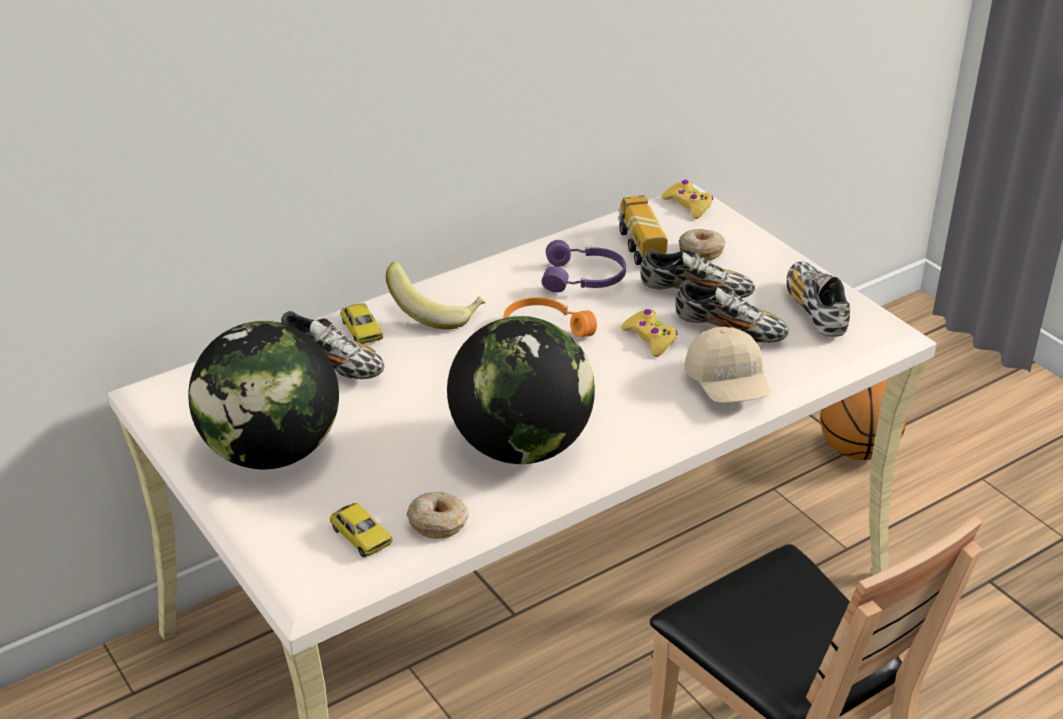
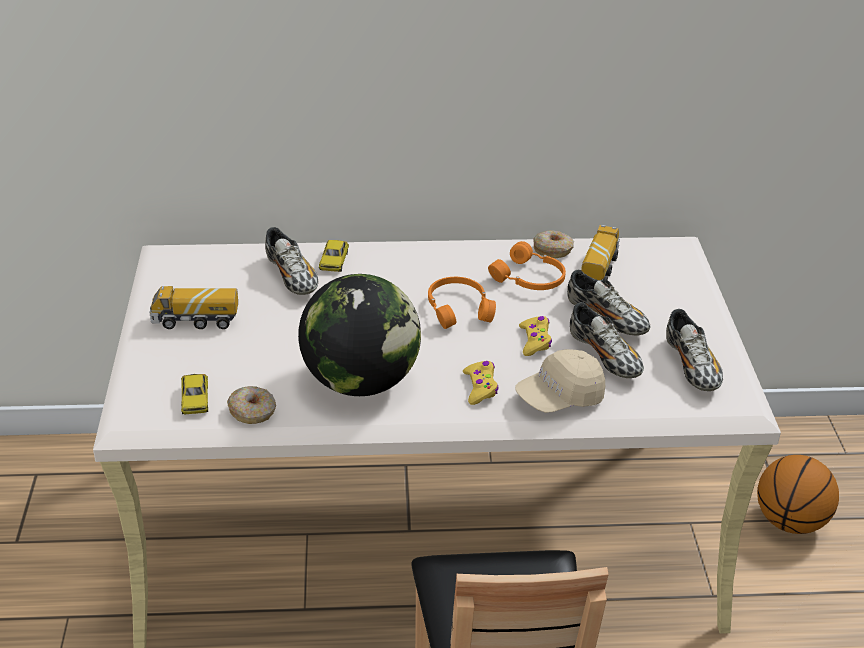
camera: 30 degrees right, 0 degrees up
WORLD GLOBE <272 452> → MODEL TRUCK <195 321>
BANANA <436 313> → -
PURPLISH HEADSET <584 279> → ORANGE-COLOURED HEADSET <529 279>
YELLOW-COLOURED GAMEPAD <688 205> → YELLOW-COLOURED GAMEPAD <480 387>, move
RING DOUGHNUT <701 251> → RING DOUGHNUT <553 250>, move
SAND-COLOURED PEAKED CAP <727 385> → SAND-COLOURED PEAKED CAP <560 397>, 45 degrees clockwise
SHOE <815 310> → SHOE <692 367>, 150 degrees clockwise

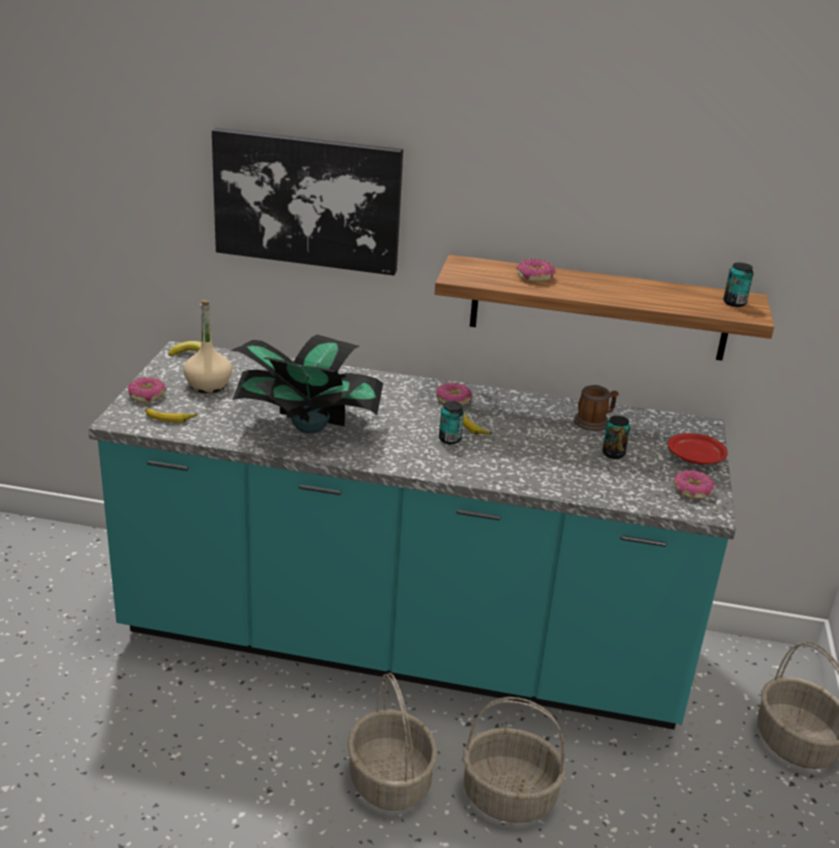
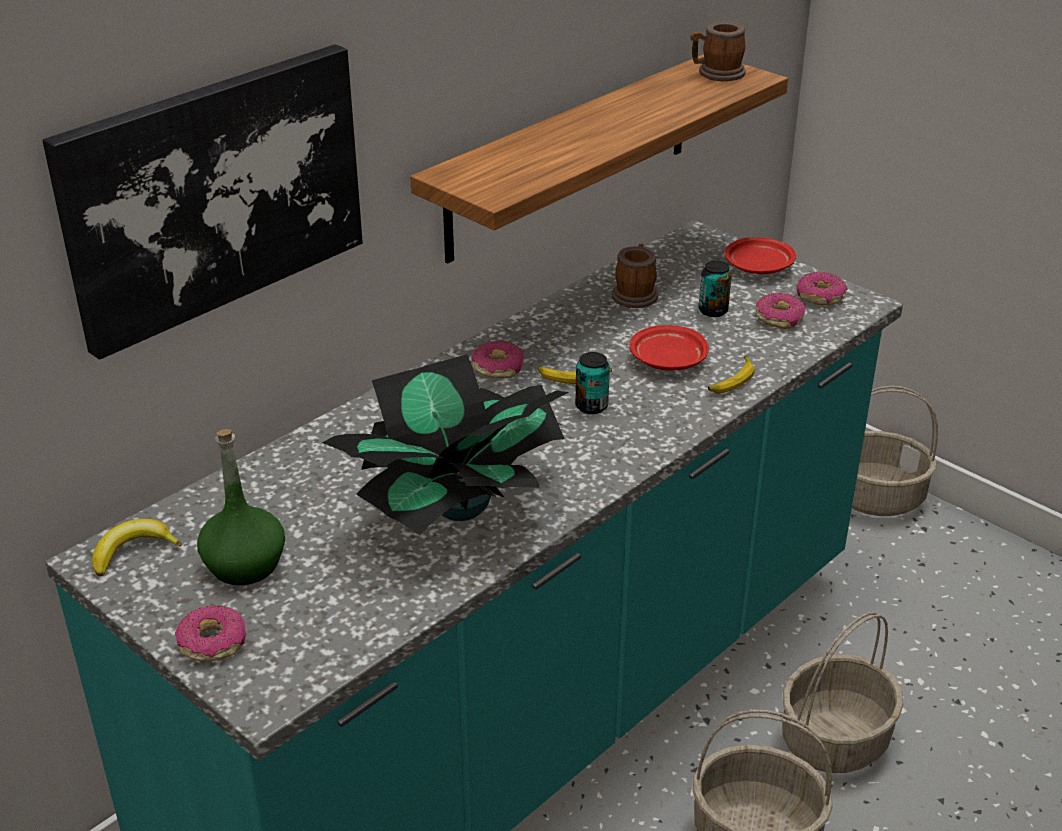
camera: 55 degrees left, 5 degrees up
BANANA <169 418> → BANANA <732 381>, move
SAND-COLOURED BEVERAGE BOTTLE <208 385> → GREEN-COLOURED BEVERAGE BOTTLE <244 564>
RING DOUGHNUT <535 277> → RING DOUGHNUT <779 318>, move
SEALED CAN <734 303> → TEA MUG <716 73>
- → REDDISH FLAT DISH <667 360>

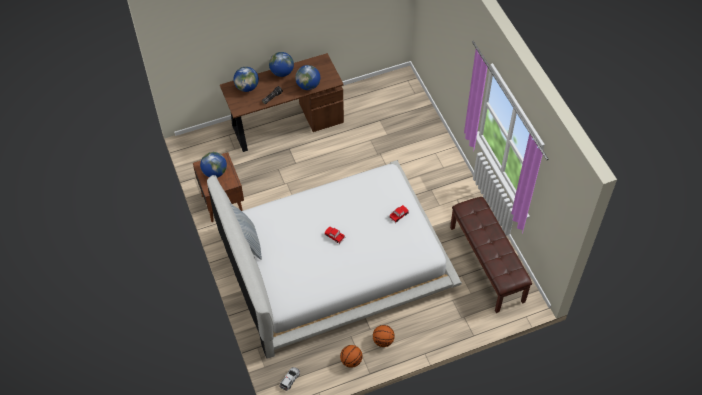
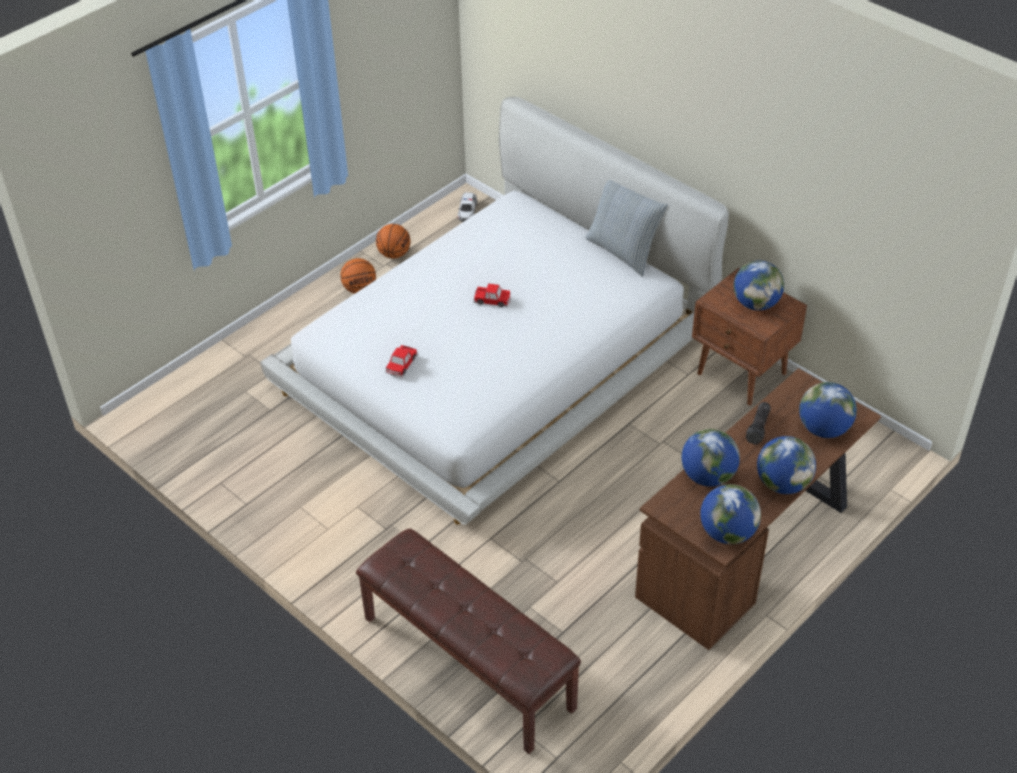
camera: 155 degrees right, 10 degrees down
BROWN-COLOURED BENCH <487 264> → BROWN-COLOURED BENCH <466 663>, move
- → WORLD GLOBE <727 533>

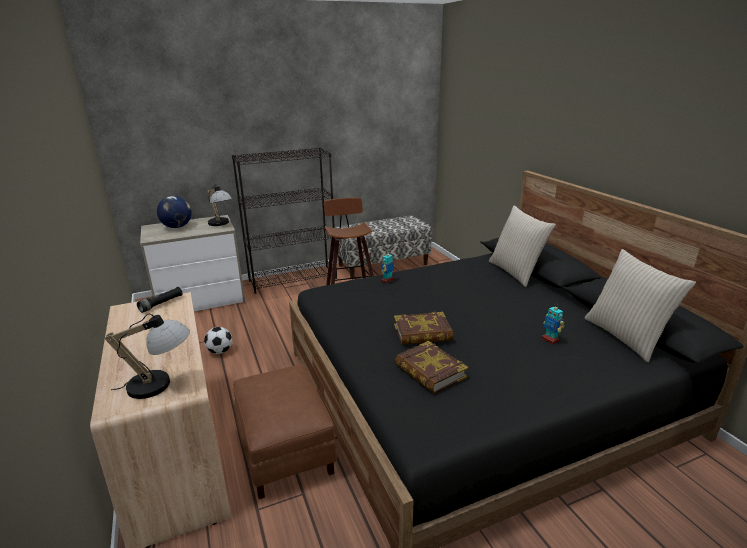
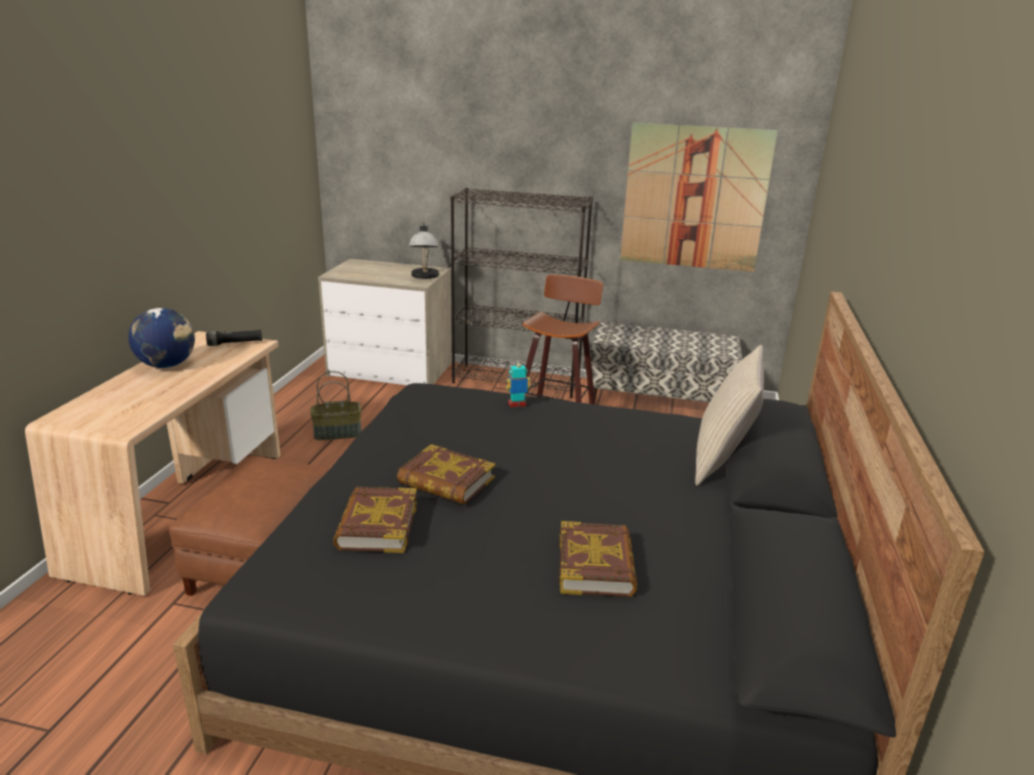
camera: 35 degrees right, 0 degrees up
TABLE LAMP <161 384> → -
WORLD GLOBE <177 227> → WORLD GLOBE <167 365>, move
FOOTBALL <220 351> → STORAGE BASKET <338 433>
TOY ROBOT <550 339> → BOOK <596 565>
SAND-COLOURED THROW PILLOW <625 336> → -
- → WALL ART <694 198>

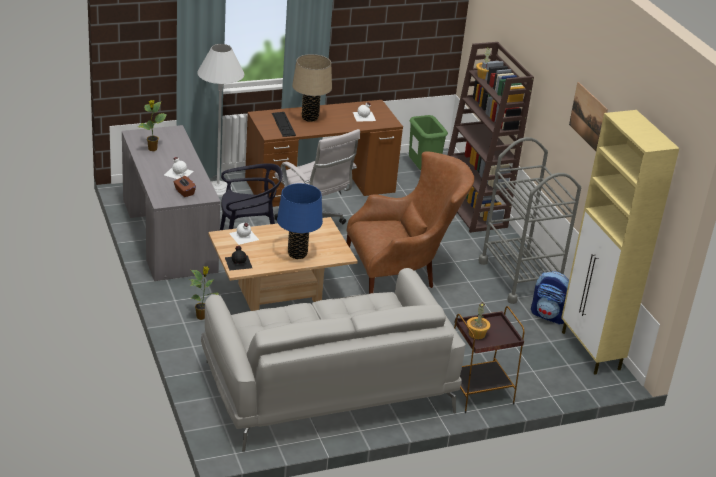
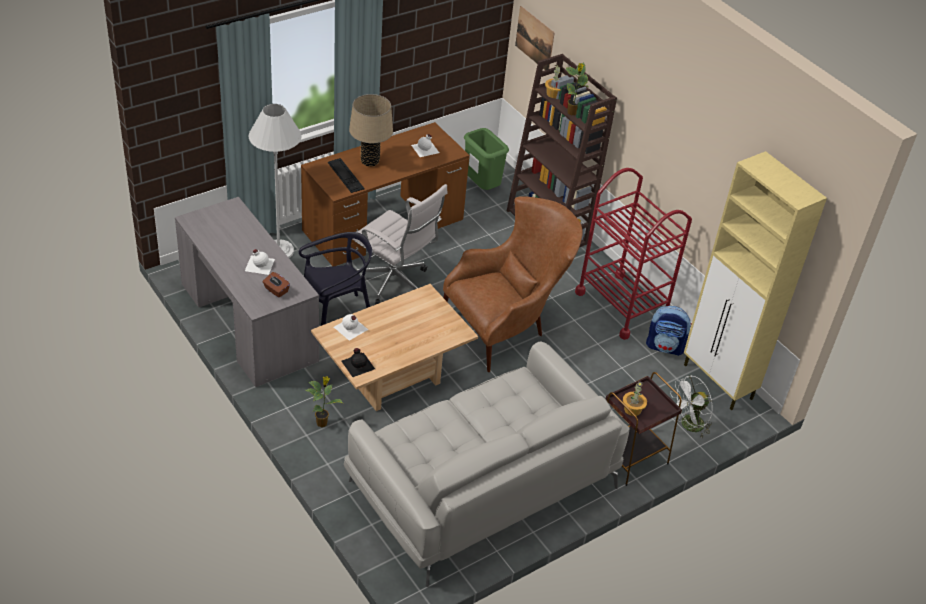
camera: 15 degrees left, 10 degrees up
POTTED PLANT <152 149> → POTTED PLANT <572 113>, move
BLUE TABLE LAMP <297 254> → -
GRAY TROLLEY <519 278> → REDDISH TROLLEY <622 305>
WALL ART <588 117> → WALL ART <534 39>, move
- → WHITE FAN <688 426>

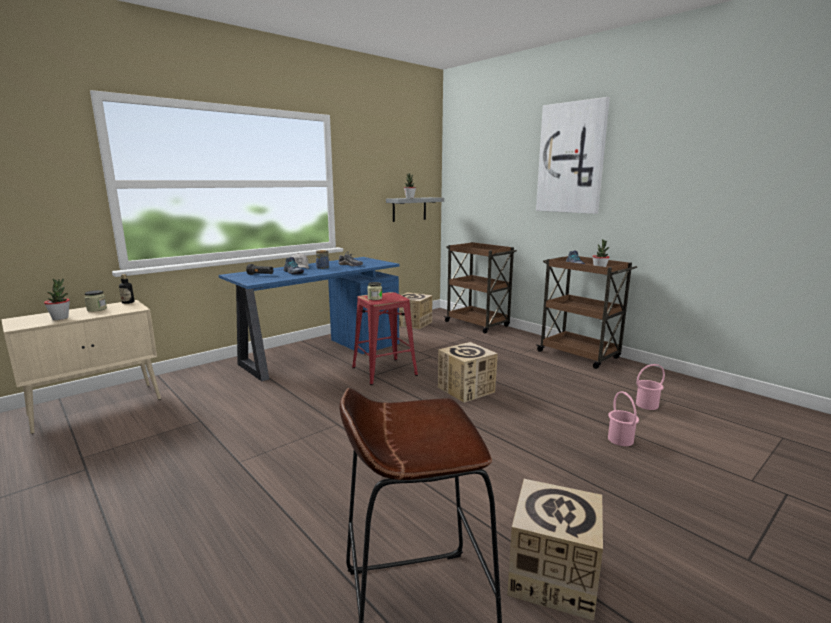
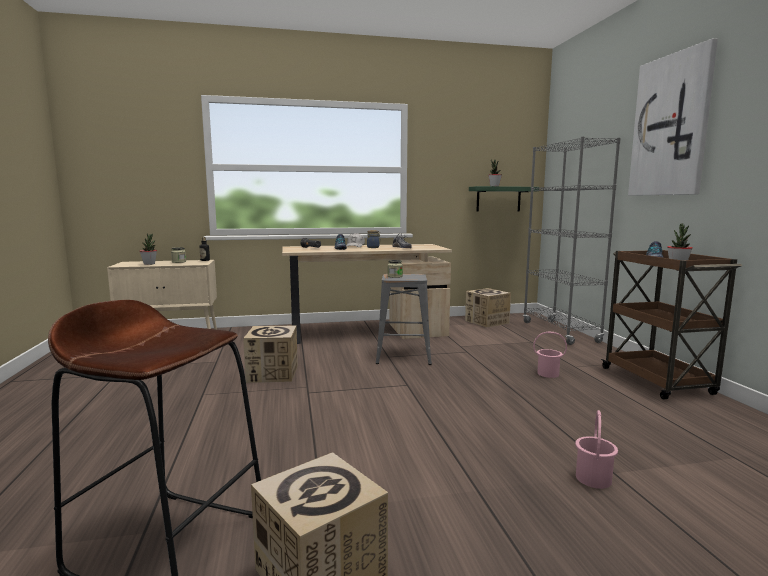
camera: 30 degrees right, 5 degrees down
BLUE DESK TABLE <319 353> → SAND-COLOURED DESK TABLE <365 332>
REDDISH STOOL <384 371> → GRAY STOOL <403 355>
GRAY BRACKET SHELF <409 209> → GREEN-COLOURED BRACKET SHELF <498 199>
CARTON <466 390> → CARTON <273 374>, move
BROWN-COLOURED TROLLEY <477 324> → GRAY BOOKCASE <560 332>
PINK-COLOURED WATER BUCKET <646 405> → PINK-COLOURED WATER BUCKET <547 374>, move

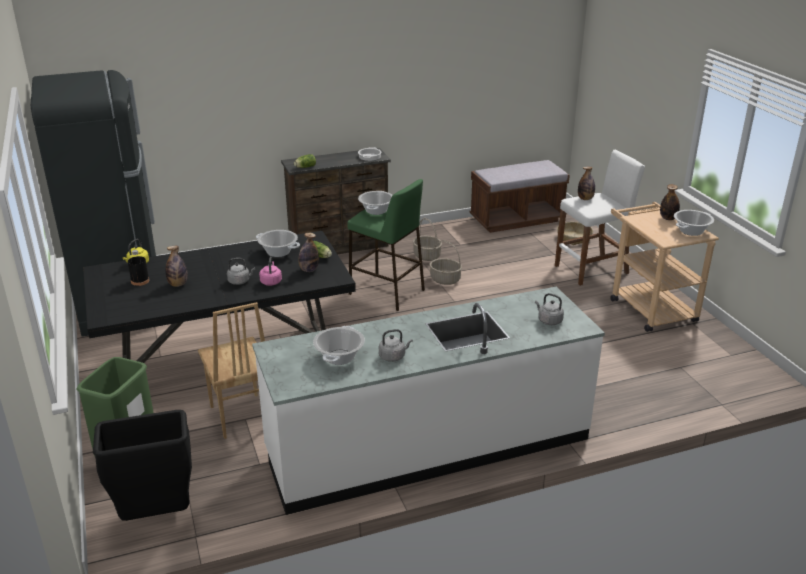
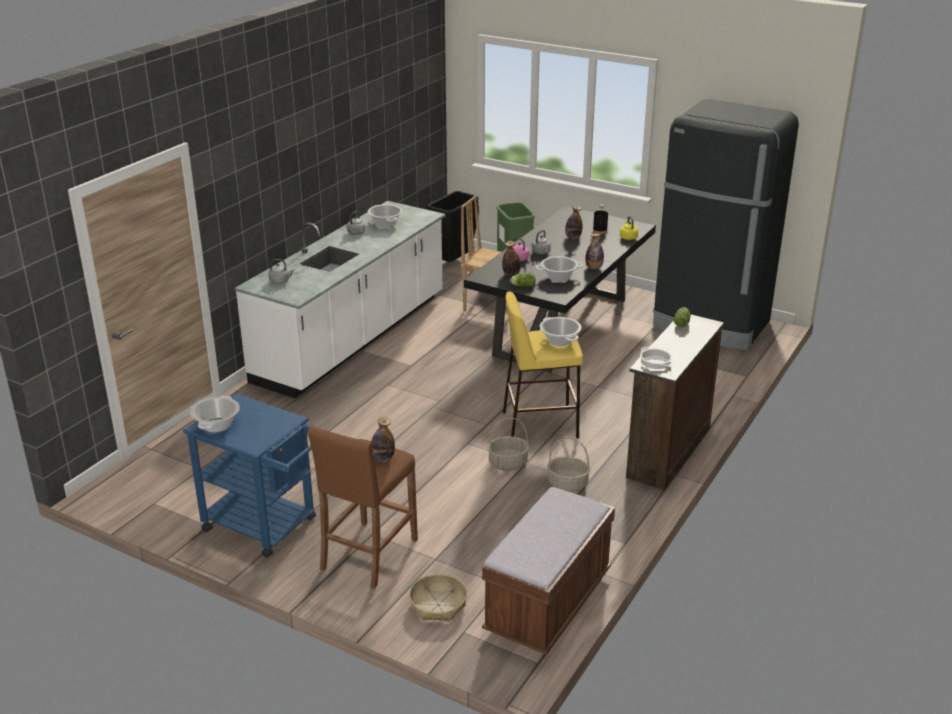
camera: 140 degrees right, 0 degrees up
GREEN-COLOURED STOOL <387 292> → YELLOW-COLOURED STOOL <539 425>
WHITE STOOL <592 270> → BROWN-COLOURED STOOL <368 554>
SAND-COLOURED TROLLEY <648 307> → BLUE TROLLEY <267 527>
BEVERAGE BOTTLE <668 218> → BEVERAGE BOTTLE <594 268>, move

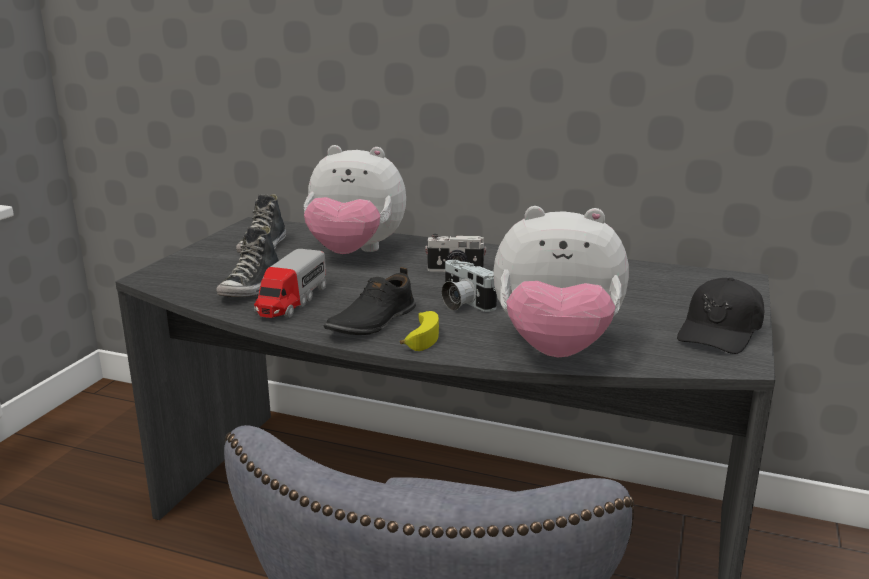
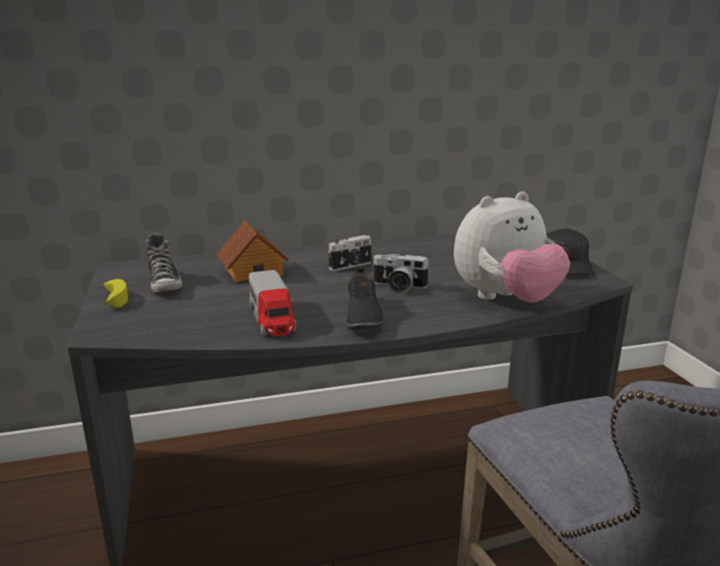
camera: 35 degrees left, 0 degrees up
SHOE <251 288> → -
CUDDLY TOY <354 253> → MODEL HOUSE <253 271>
BANANA <420 337> → BANANA <113 299>, move

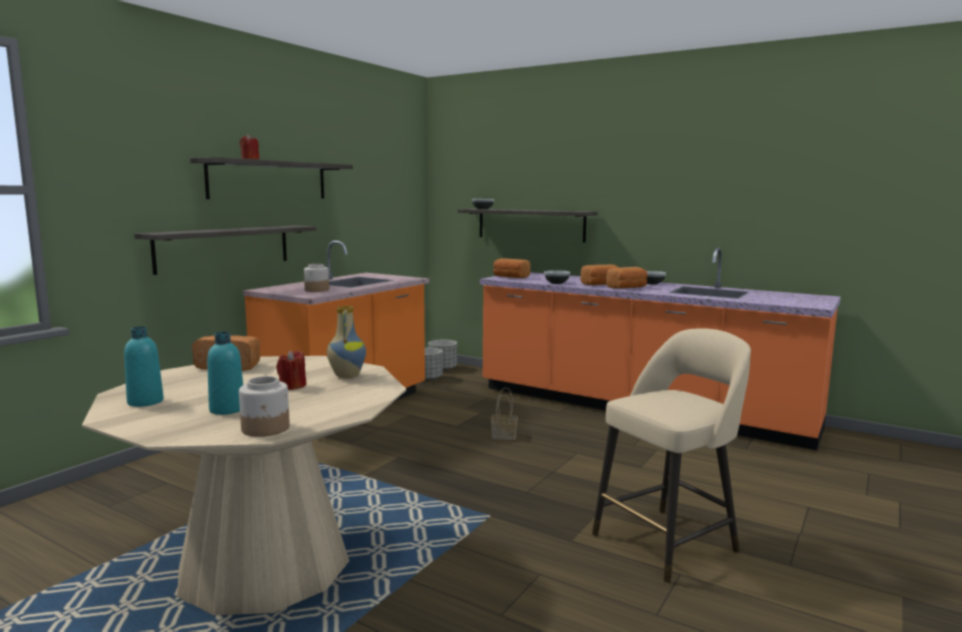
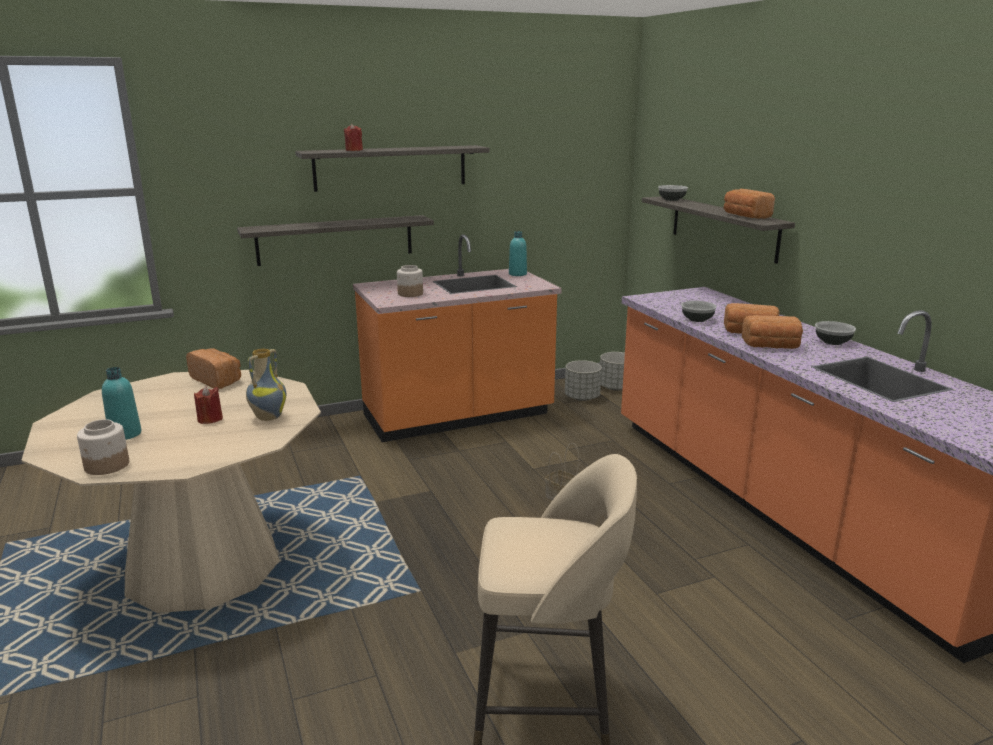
camera: 35 degrees right, 10 degrees up
BLUE-GREEN BEVERAGE BOTTLE <145 402> → BLUE-GREEN BEVERAGE BOTTLE <517 274>, move
BAKED BREAD <510 277> → BAKED BREAD <745 216>, move

